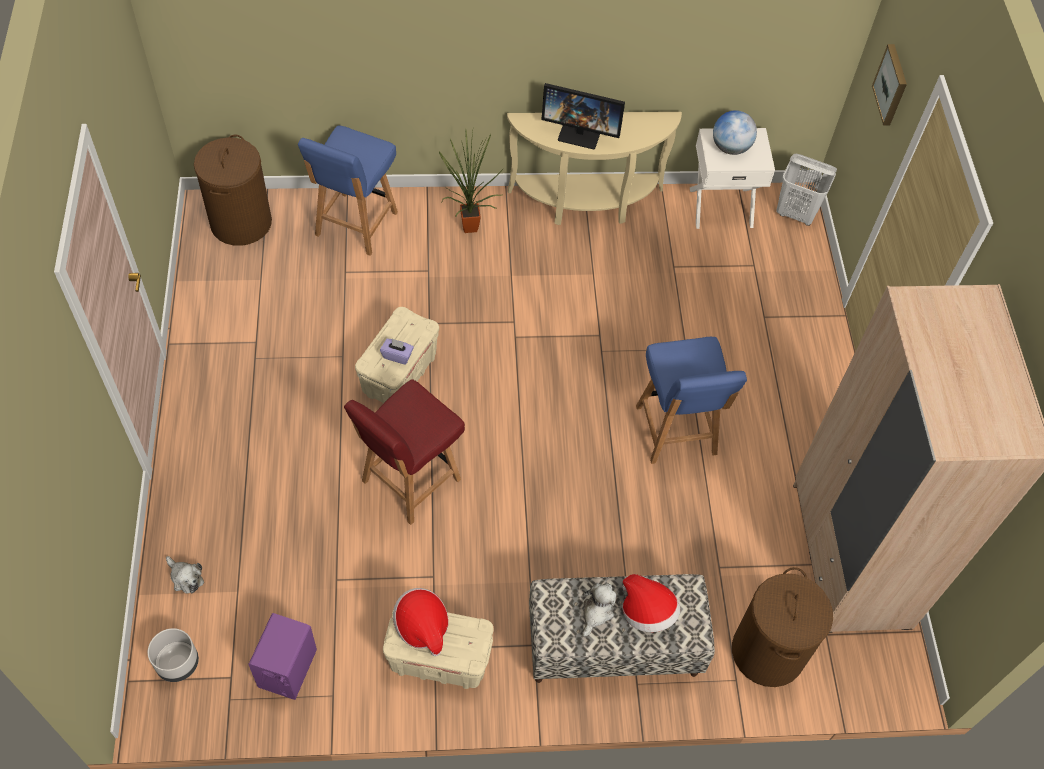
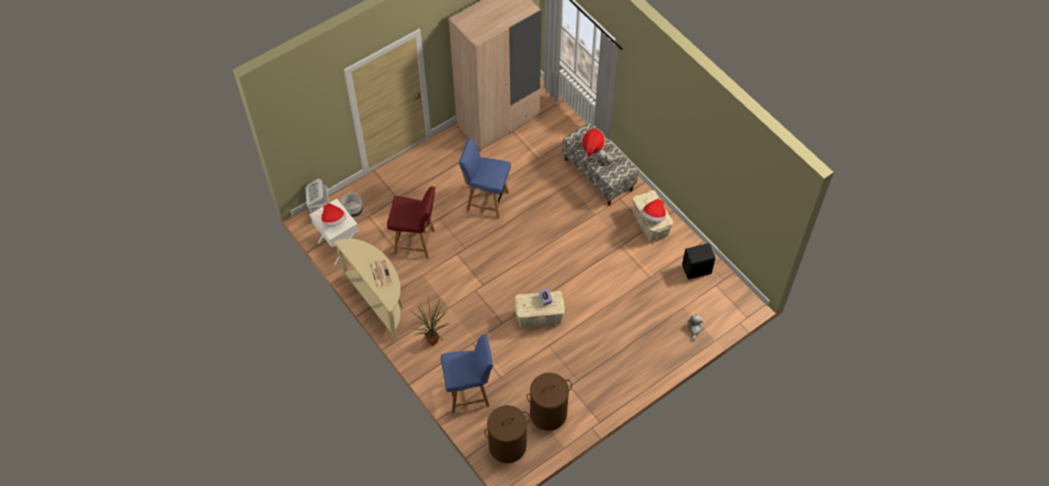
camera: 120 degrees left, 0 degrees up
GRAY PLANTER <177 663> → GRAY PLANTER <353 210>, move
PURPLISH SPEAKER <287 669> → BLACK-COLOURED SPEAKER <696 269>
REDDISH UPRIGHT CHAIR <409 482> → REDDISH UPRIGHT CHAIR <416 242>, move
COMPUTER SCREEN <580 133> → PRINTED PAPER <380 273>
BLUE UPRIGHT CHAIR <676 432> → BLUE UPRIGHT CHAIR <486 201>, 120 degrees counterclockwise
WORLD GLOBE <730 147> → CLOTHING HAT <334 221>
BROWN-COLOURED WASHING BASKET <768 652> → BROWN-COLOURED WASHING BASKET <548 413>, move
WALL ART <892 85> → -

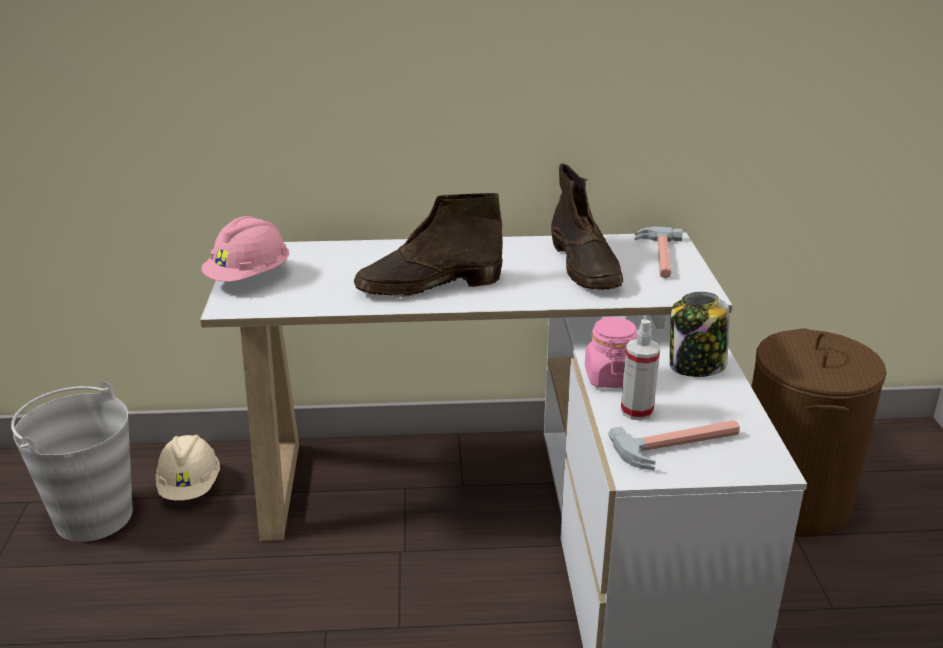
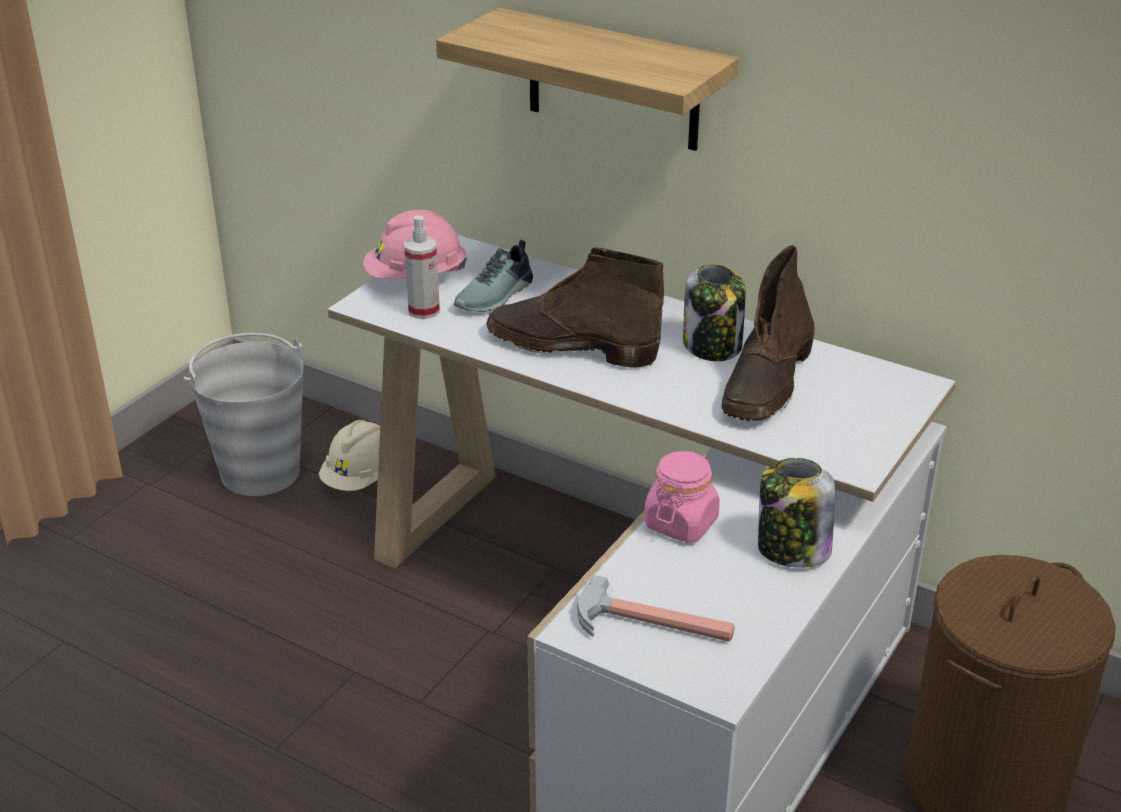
camera: 35 degrees right, 5 degrees up
SPRAYER <636 411> → SPRAYER <424 310>, move
HAMMER <659 256> → -
- → BRACKET SHELF <613 80>
- → SHOE <497 296>
- → STORAGE JAR <713 346>

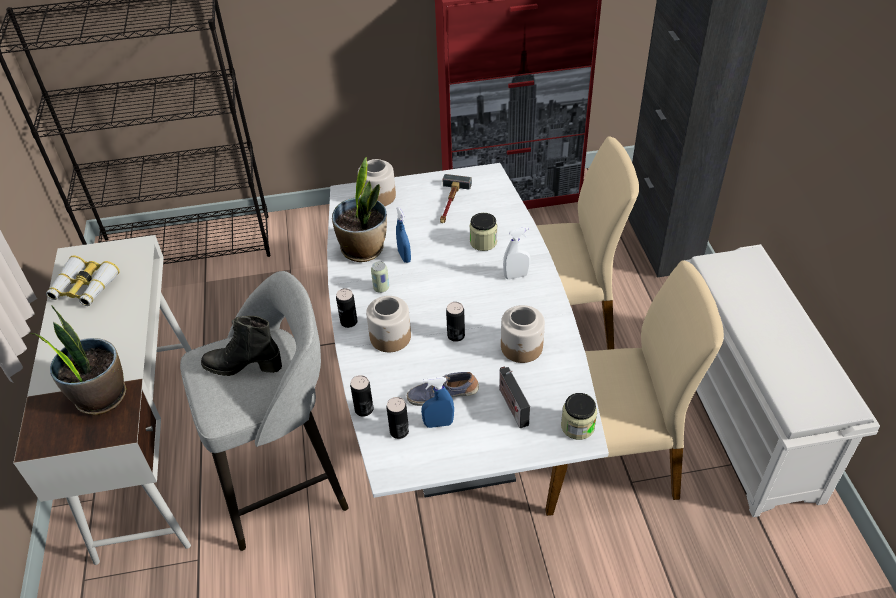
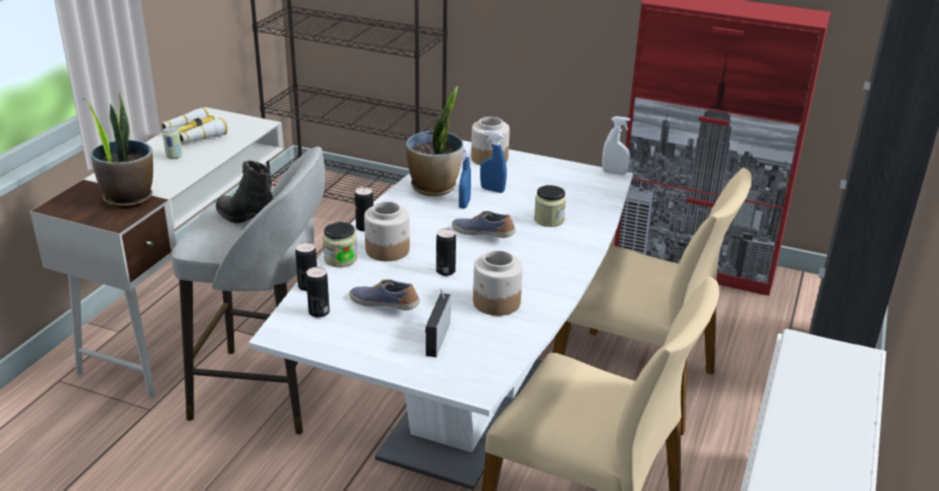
camera: 30 degrees right, 15 degrees down
SEALED CAN <381 288> → SEALED CAN <174 156>, move
BLUE SPRAYER <438 423> → BLUE SPRAYER <492 190>, move
HAMMER <450 203> → -
WHITE SPRAYER <516 276> → WHITE SPRAYER <614 173>, move
STORAGE JAR <577 426> → STORAGE JAR <340 259>, move
- → SHOE <483 234>

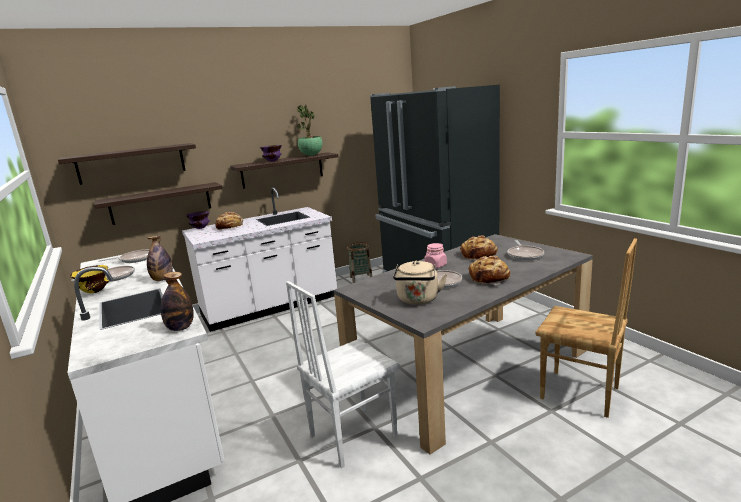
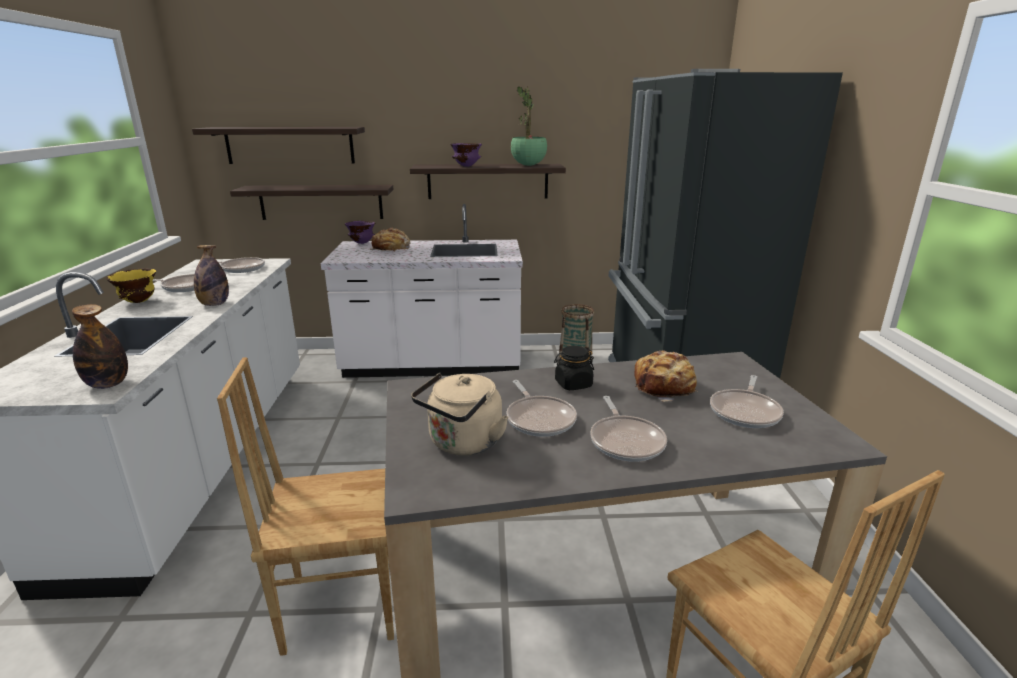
camera: 25 degrees right, 5 degrees up
WHITE UPRIGHT CHAIR <352 435> → BROWN-COLOURED UPRIGHT CHAIR <341 607>
PINK-COLOURED STORAGE JAR <435 265> → BLACK-COLOURED STORAGE JAR <573 384>
BAKED BREAD <490 278> → SKILLET <626 441>

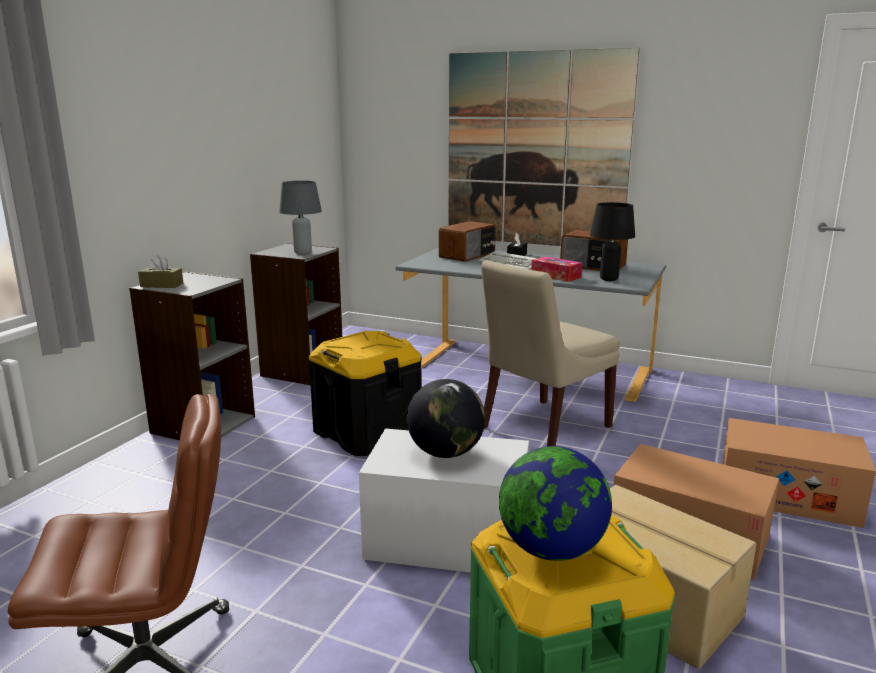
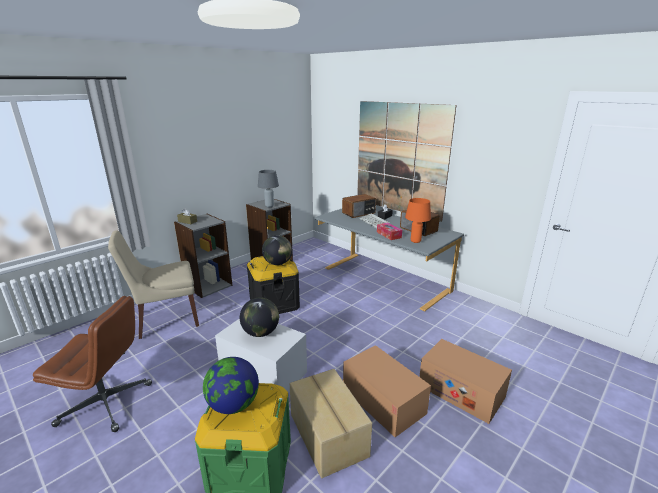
camera: 20 degrees right, 5 degrees up
SAND-COLOURED UPRIGHT CHAIR <542 428> → SAND-COLOURED UPRIGHT CHAIR <165 320>, move
BLACK-COLOURED TABLE LAMP <609 279> → ORANGE-COLOURED TABLE LAMP <415 241>
- → WORLD GLOBE <277 263>

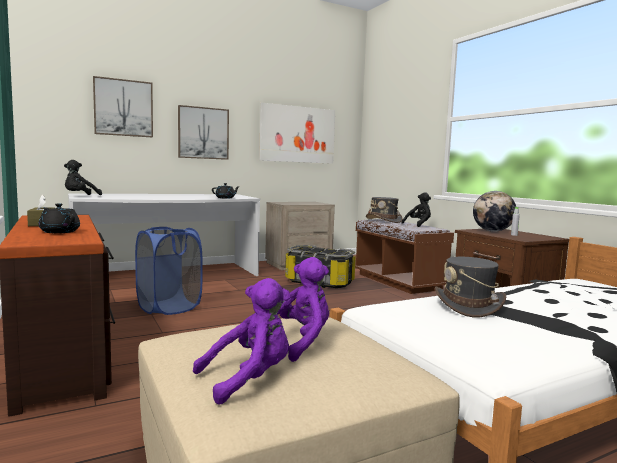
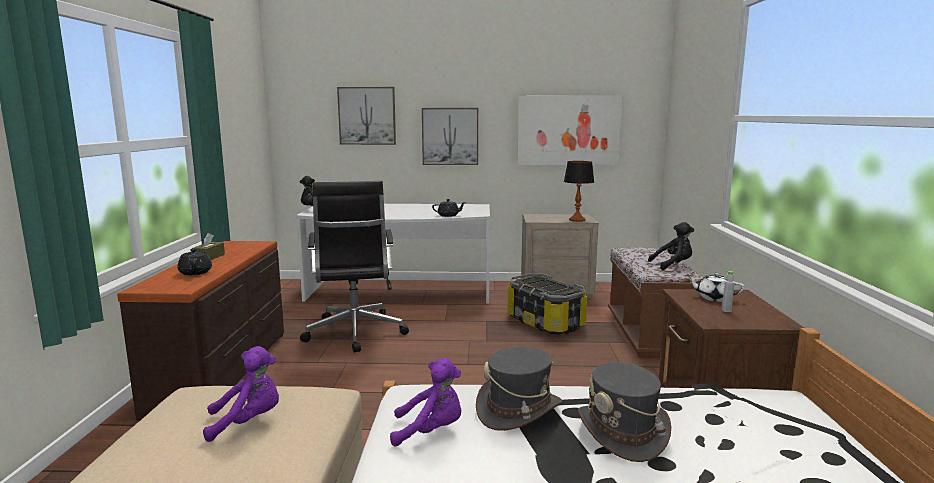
camera: 30 degrees right, 5 degrees up
BLUE WASHING BASKET <169 307> → BLACK-COLOURED COMPUTER CHAIR <355 333>
PURPLISH CUDDLY TOY <249 379> → PURPLISH CUDDLY TOY <430 431>, move
GRAY CLOTHING HAT <383 220> → GRAY CLOTHING HAT <622 432>, move
WORLD GLOBE <492 231> → WHITE POT FOR TEA <714 298>
- → TABLE LAMP <577 220>

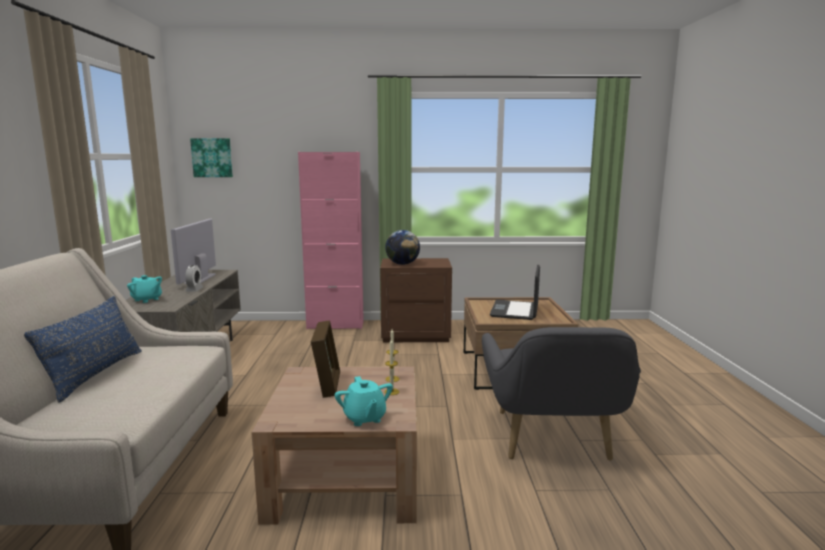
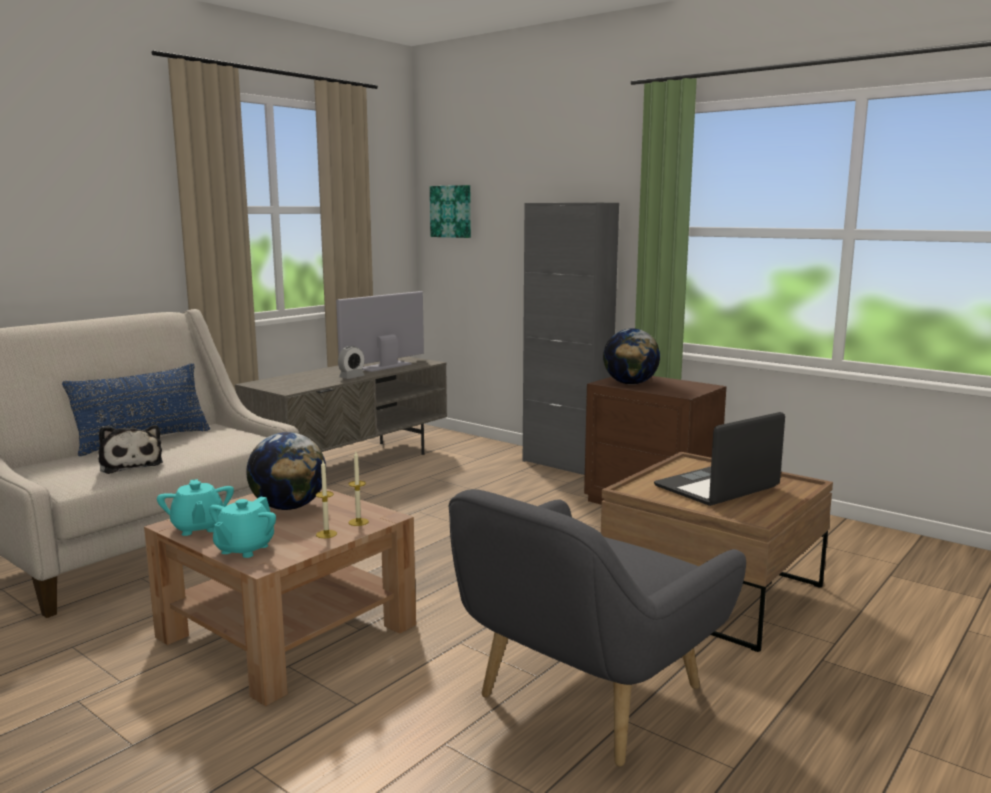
camera: 40 degrees right, 0 degrees up
BLUE-GREEN POT FOR TEA <147 300> → BLUE-GREEN POT FOR TEA <198 528>, move
PINK-COLOURED CABINET <335 325> → GRAY CABINET <565 464>
PICTURE FRAME <327 385> → WORLD GLOBE <289 507>
- → CUDDLY TOY <130 464>

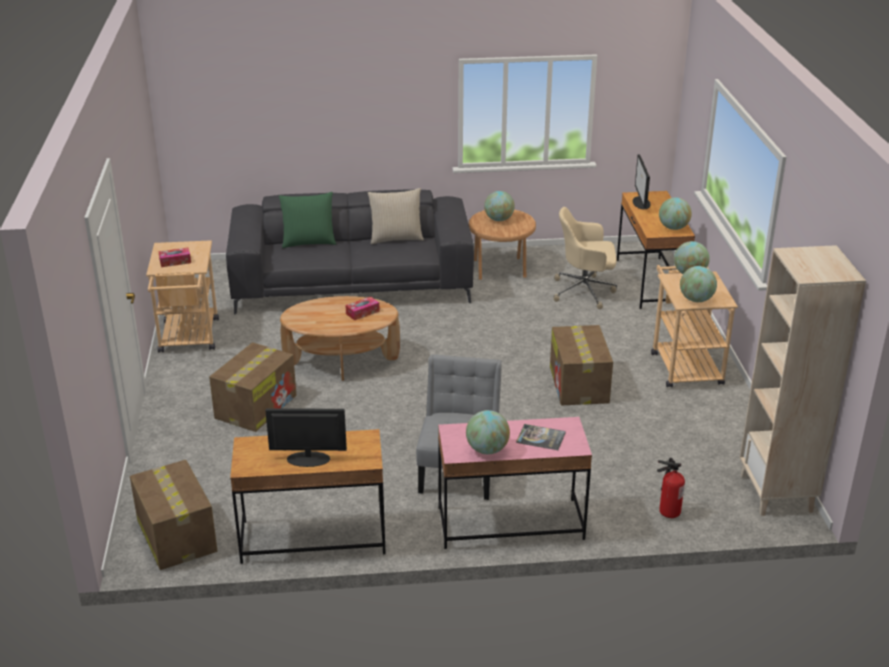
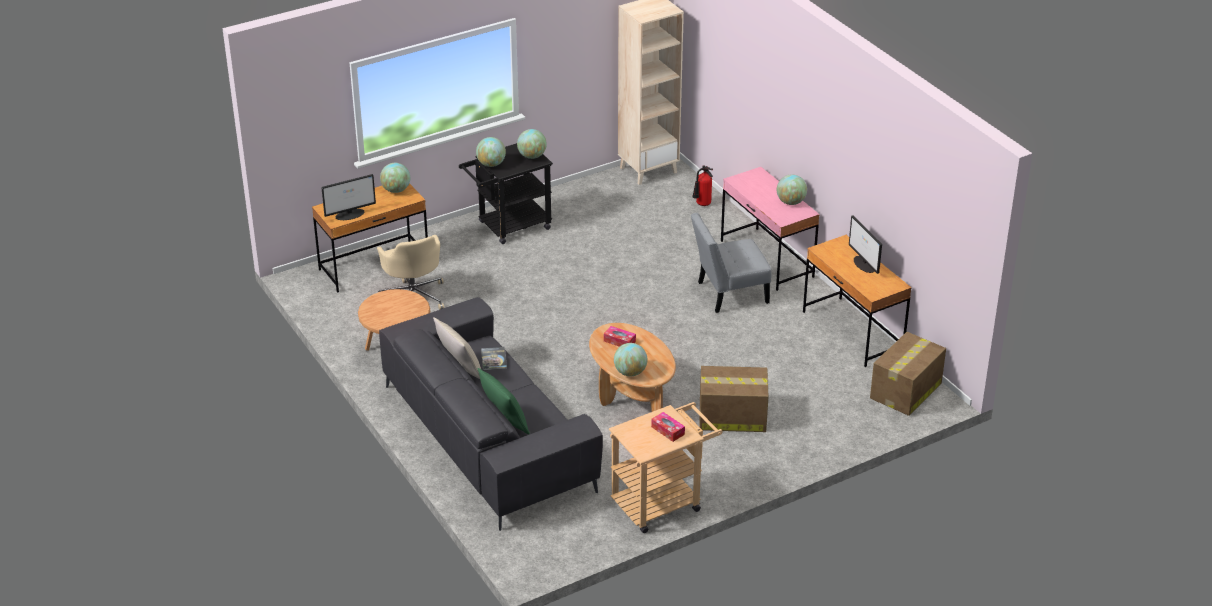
camera: 115 degrees left, 5 degrees up
WORLD GLOBE <499 219> → WORLD GLOBE <630 372>, move
BOOK <541 438> → BOOK <493 359>, move
CARTON <579 385> → -
SAND-COLOURED TROLLEY <684 364> → BLACK-COLOURED TROLLEY <509 227>

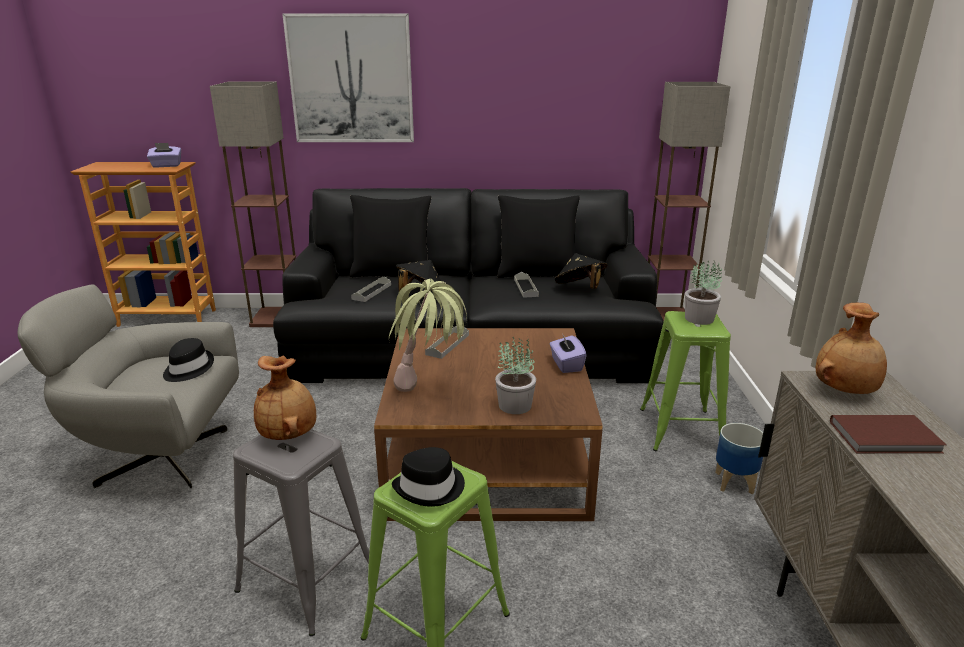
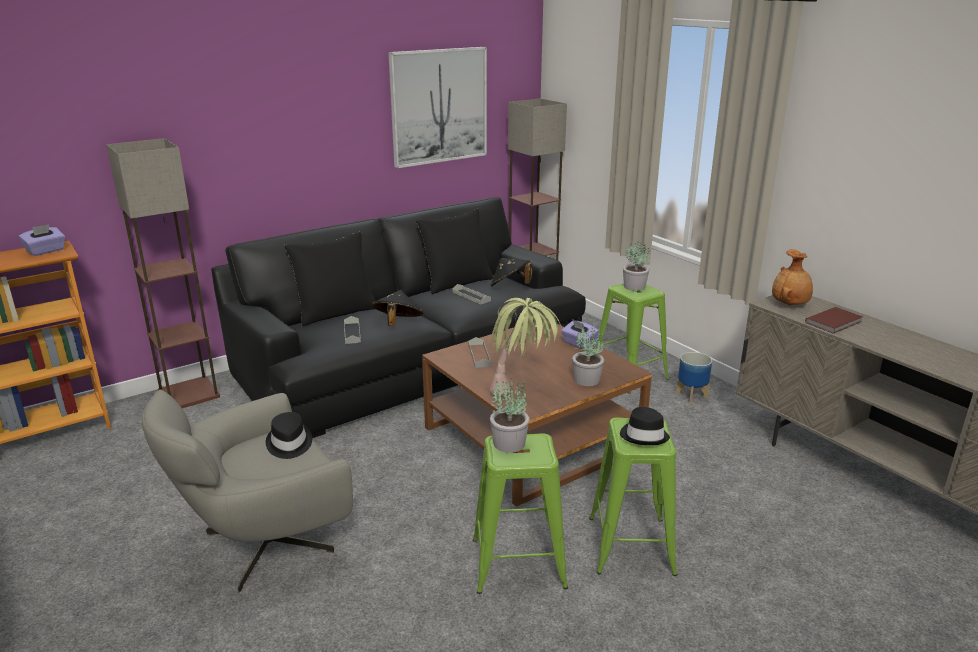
camera: 35 degrees left, 0 degrees up
GRAY STOOL <307 581> → GREEN-COLOURED STOOL <519 563>
BROWN-COLOURED FLOWER VASE <289 435> → POTTED PLANT <509 443>
WALL ART <351 79> → WALL ART <439 106>, move

